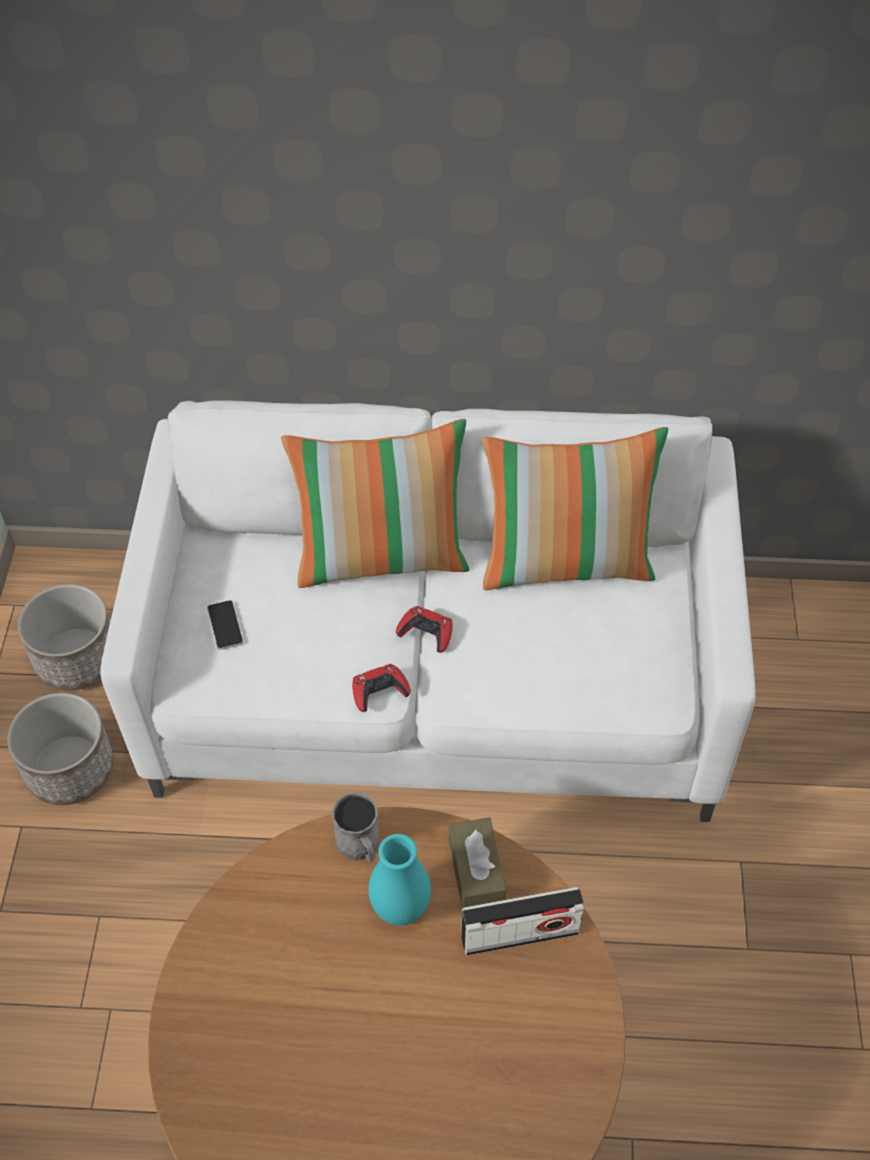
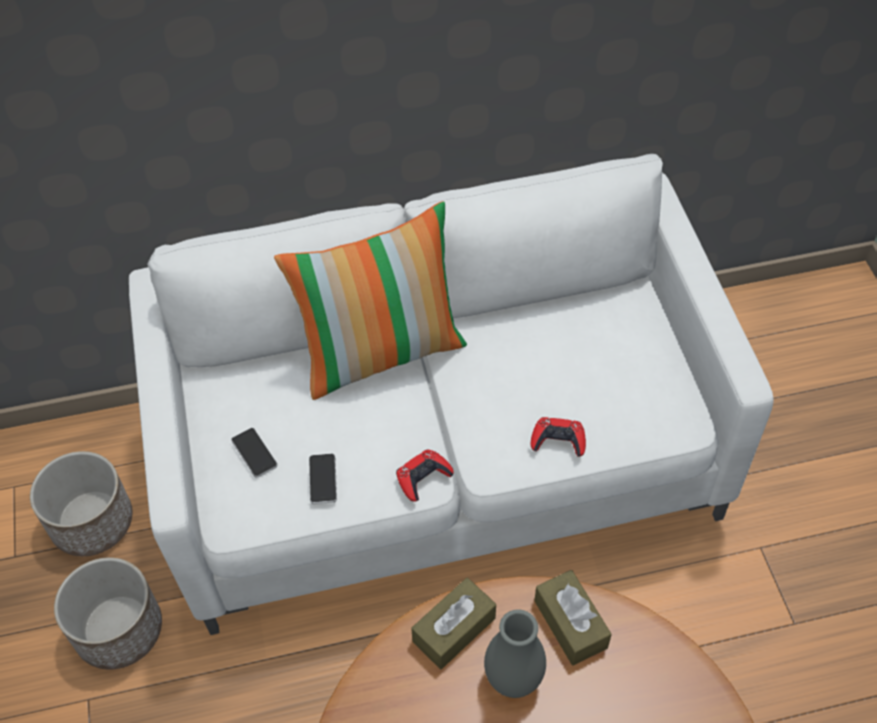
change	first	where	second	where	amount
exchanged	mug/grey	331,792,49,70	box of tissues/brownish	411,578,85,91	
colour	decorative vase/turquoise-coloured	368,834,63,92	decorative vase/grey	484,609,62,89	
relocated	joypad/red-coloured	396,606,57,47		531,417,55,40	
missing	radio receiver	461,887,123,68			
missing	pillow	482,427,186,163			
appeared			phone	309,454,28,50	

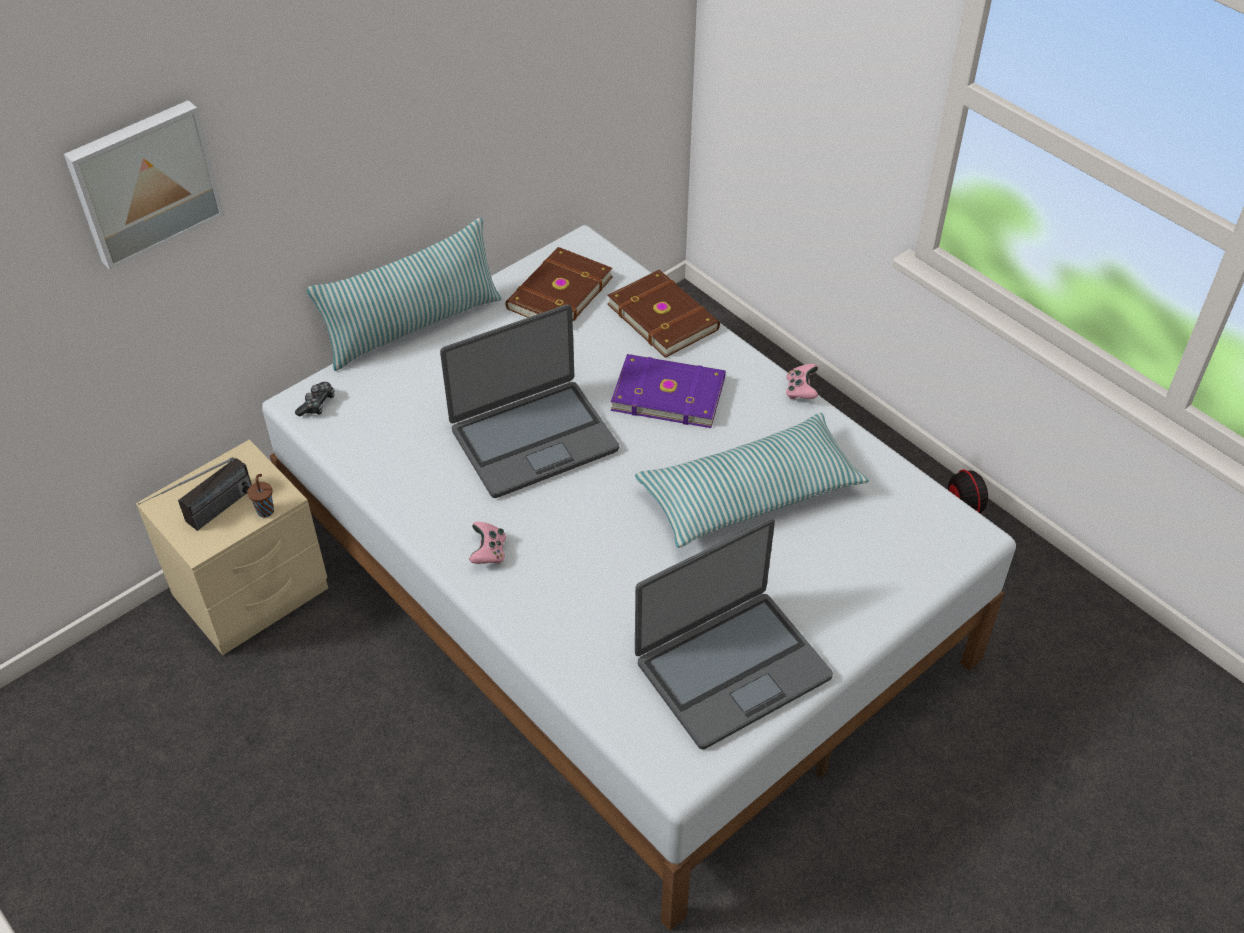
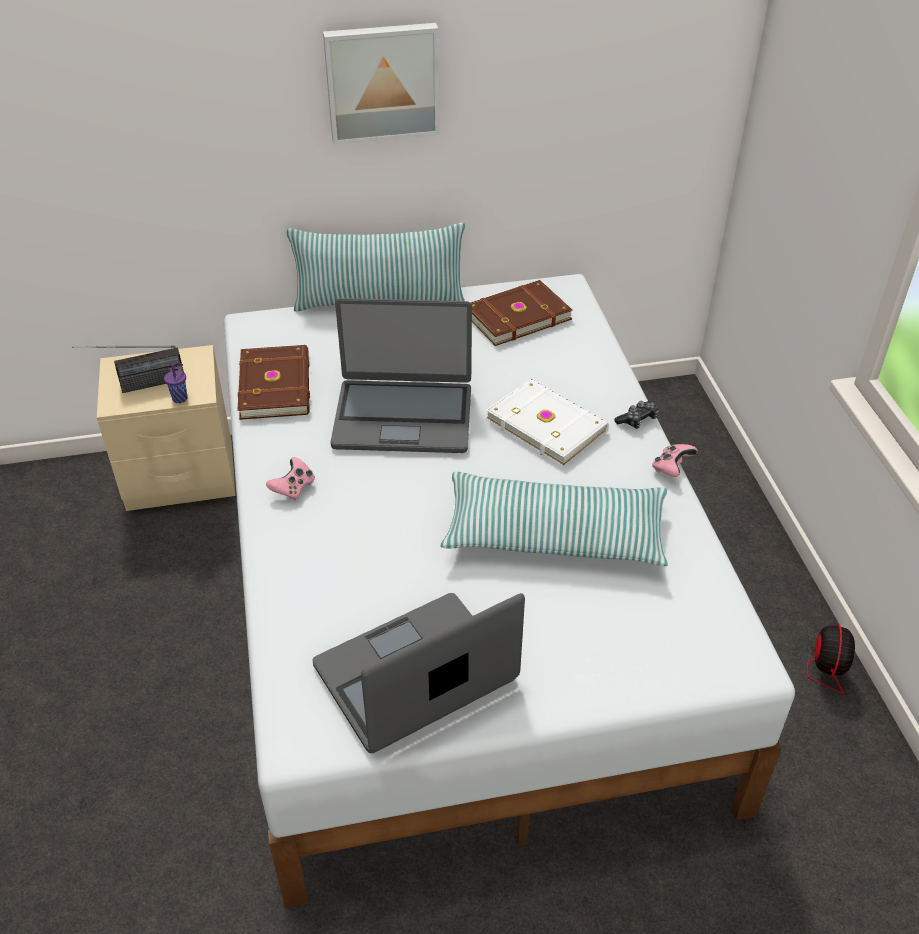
change	first	where	second	where	amount
relocated	picture	64,100,161,170		323,23,117,122	
colour	small cup/brownish	247,474,27,44	small cup/purple	164,362,23,41	
relocated	joypad	295,382,40,34		615,401,44,28	
relocated	volume/brownish	607,270,113,88		237,345,73,75	
colour	volume/purple	611,354,114,74	volume/white-coloured	485,379,124,88	
spun	laptop	635,518,198,232		312,593,213,160	150 degrees clockwise

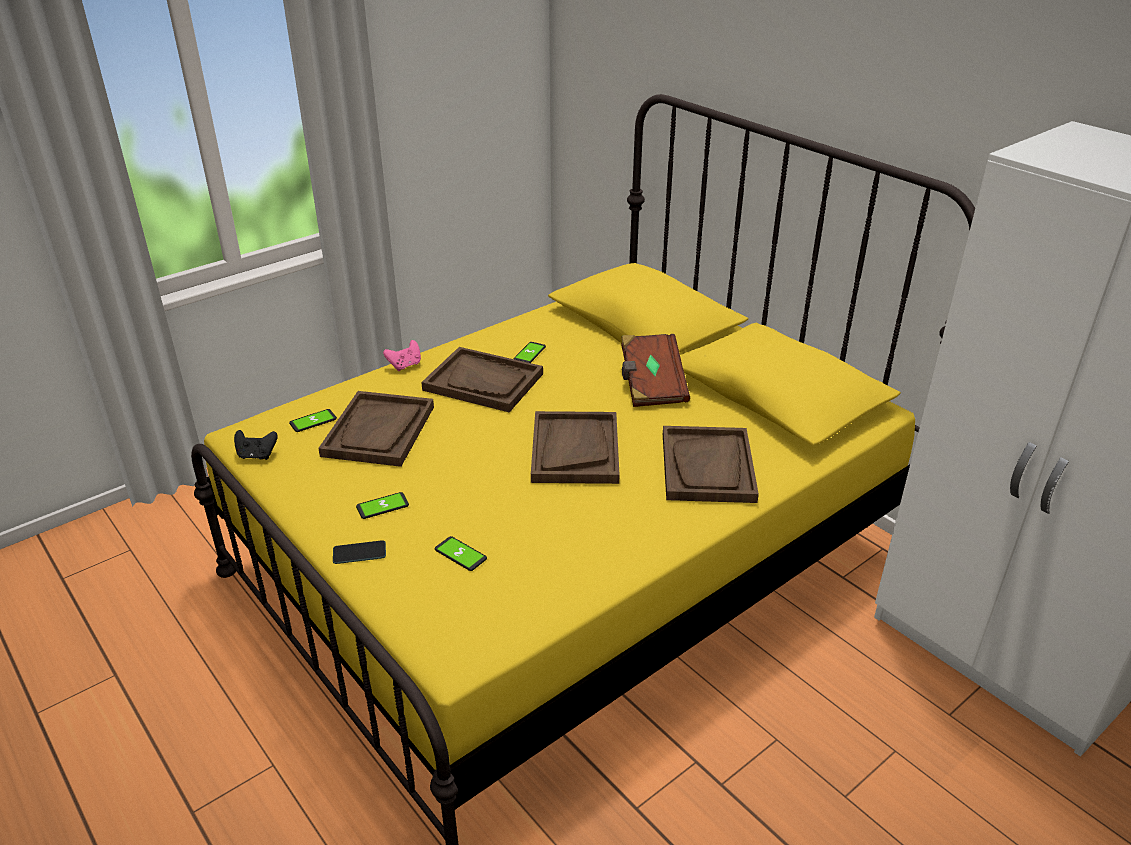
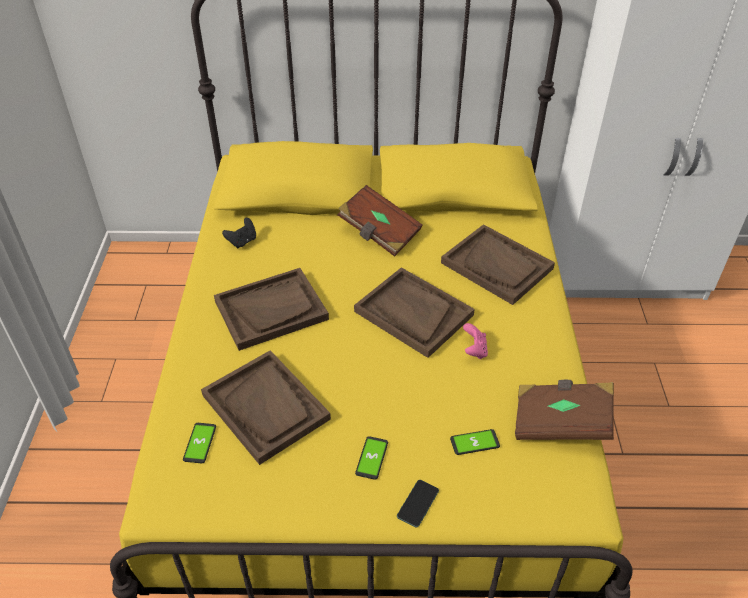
change	first	where	second	where	amount
relocated	joypad/blackish	234,430,44,30		222,218,34,30	
relocated	joypad/pinkish	383,340,38,31		463,323,25,36	
missing	phone	514,342,32,21			
appeared			volume/brownish	515,379,99,61	

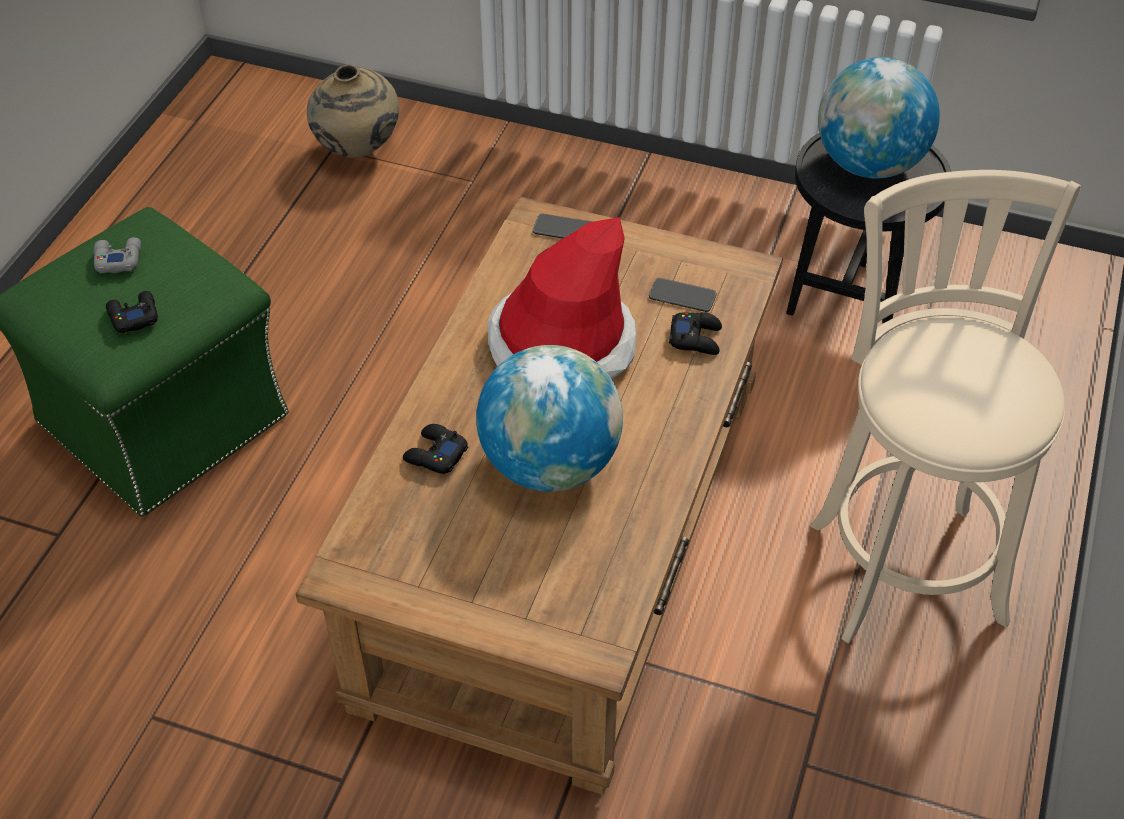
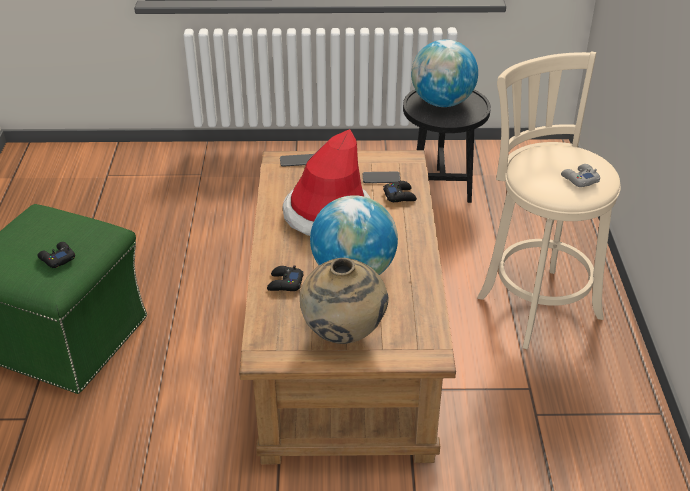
change	first	where	second	where	amount
relocated	joypad/grey	93,237,48,36		561,164,39,23	
relocated	decorative vase/beige	307,65,92,93		300,258,89,86	

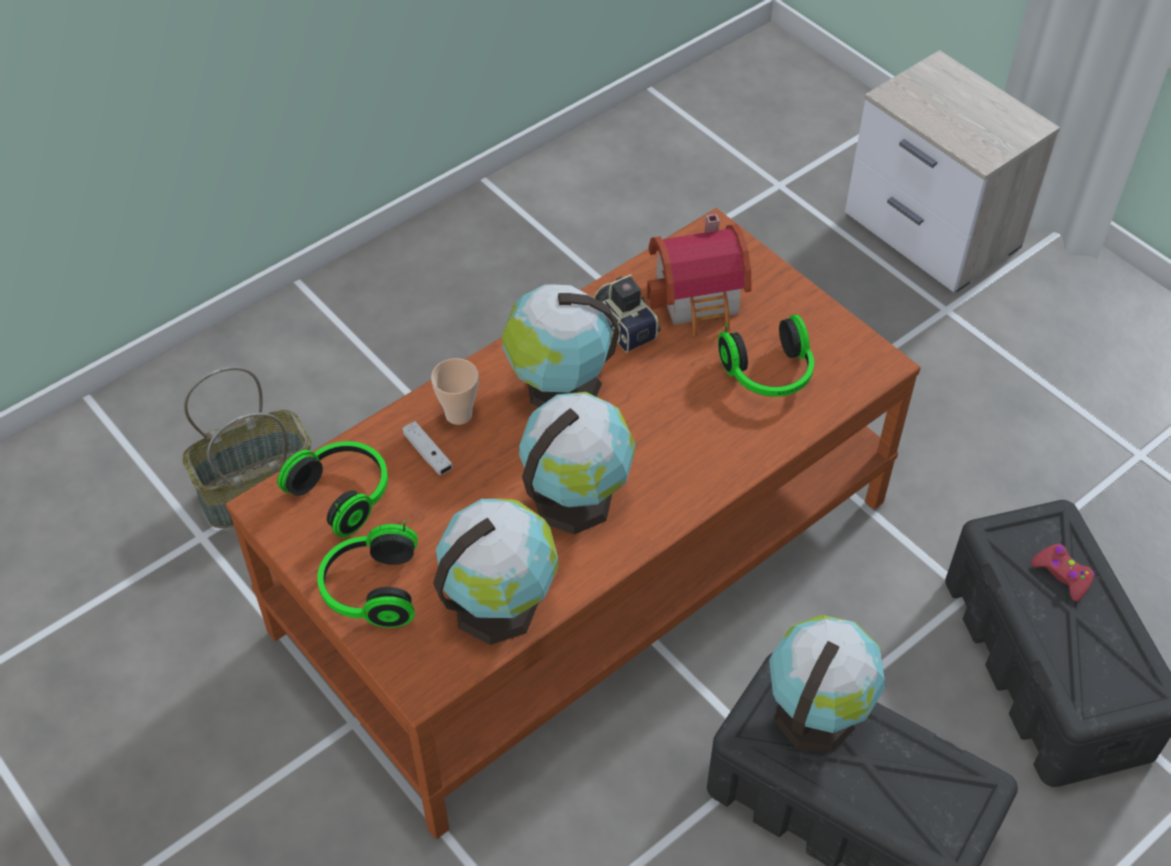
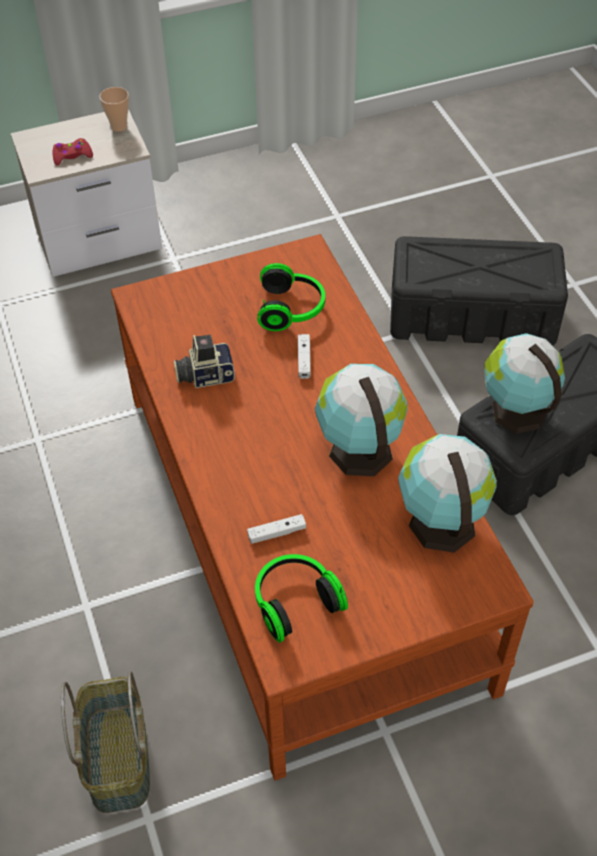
change	first	where	second	where	amount
missing	headphones	317,520,101,108			
relocated	small cup	431,358,48,67		99,87,30,45	
missing	world globe	502,284,118,124			
missing	model house	647,214,104,123			
relocated	joypad/red-coloured	1031,544,64,57		52,138,41,27	
appeared			joypad/white-coloured	298,334,13,45	

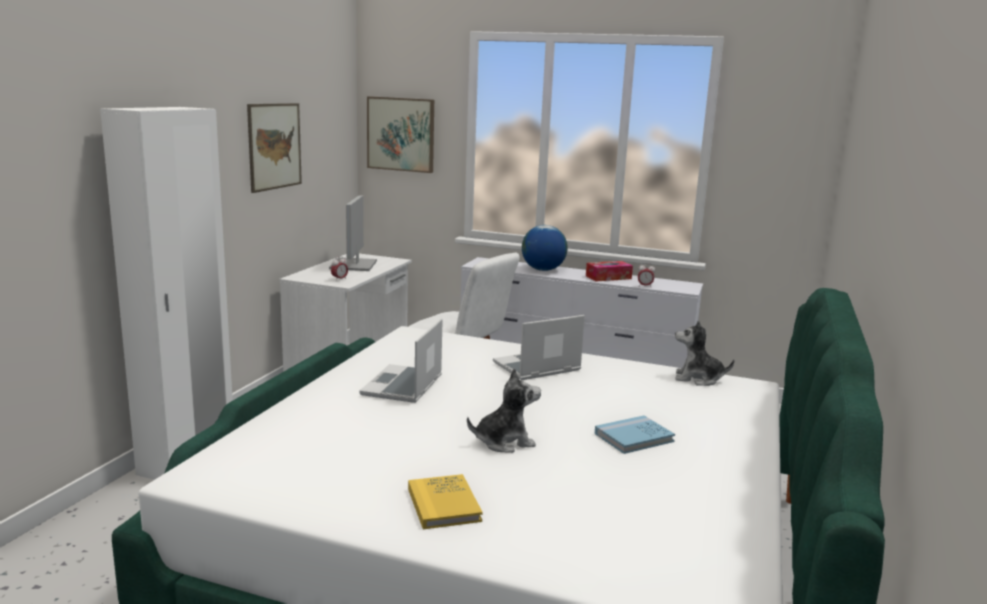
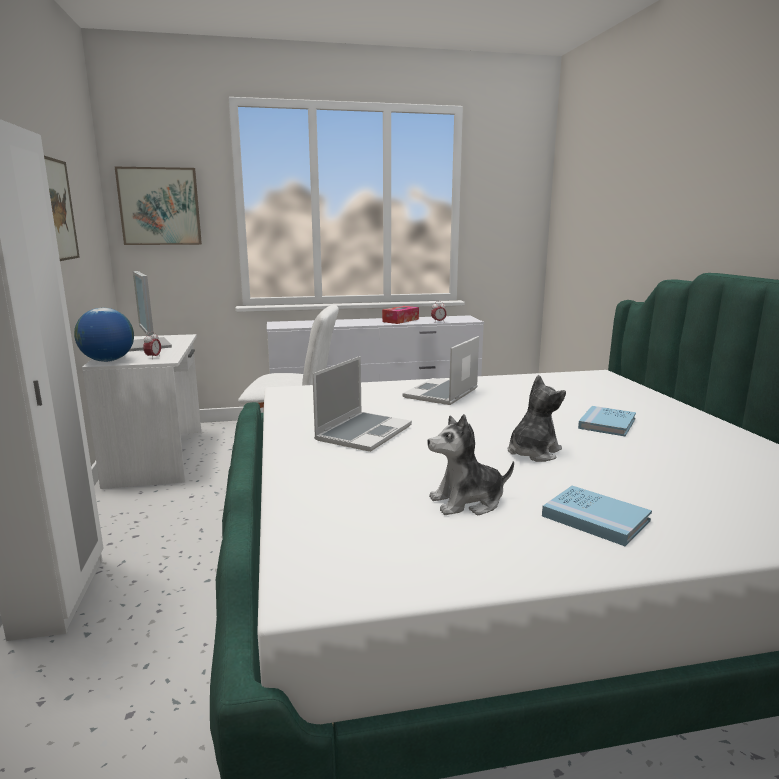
change	first	where	second	where	amount
spun	laptop	359,319,84,84		312,356,100,96	135 degrees counterclockwise
colour	volume/yellow-coloured	408,474,75,55	volume/blue-coloured	542,486,110,60	
relocated	world globe	522,225,46,46		74,308,60,54	
relocated	soft toy	675,320,60,66		427,414,87,101	

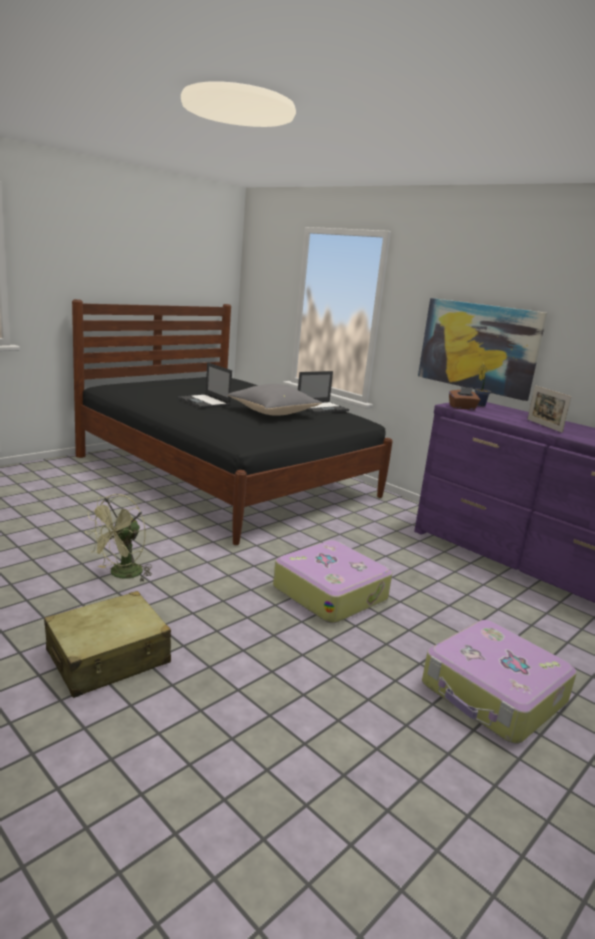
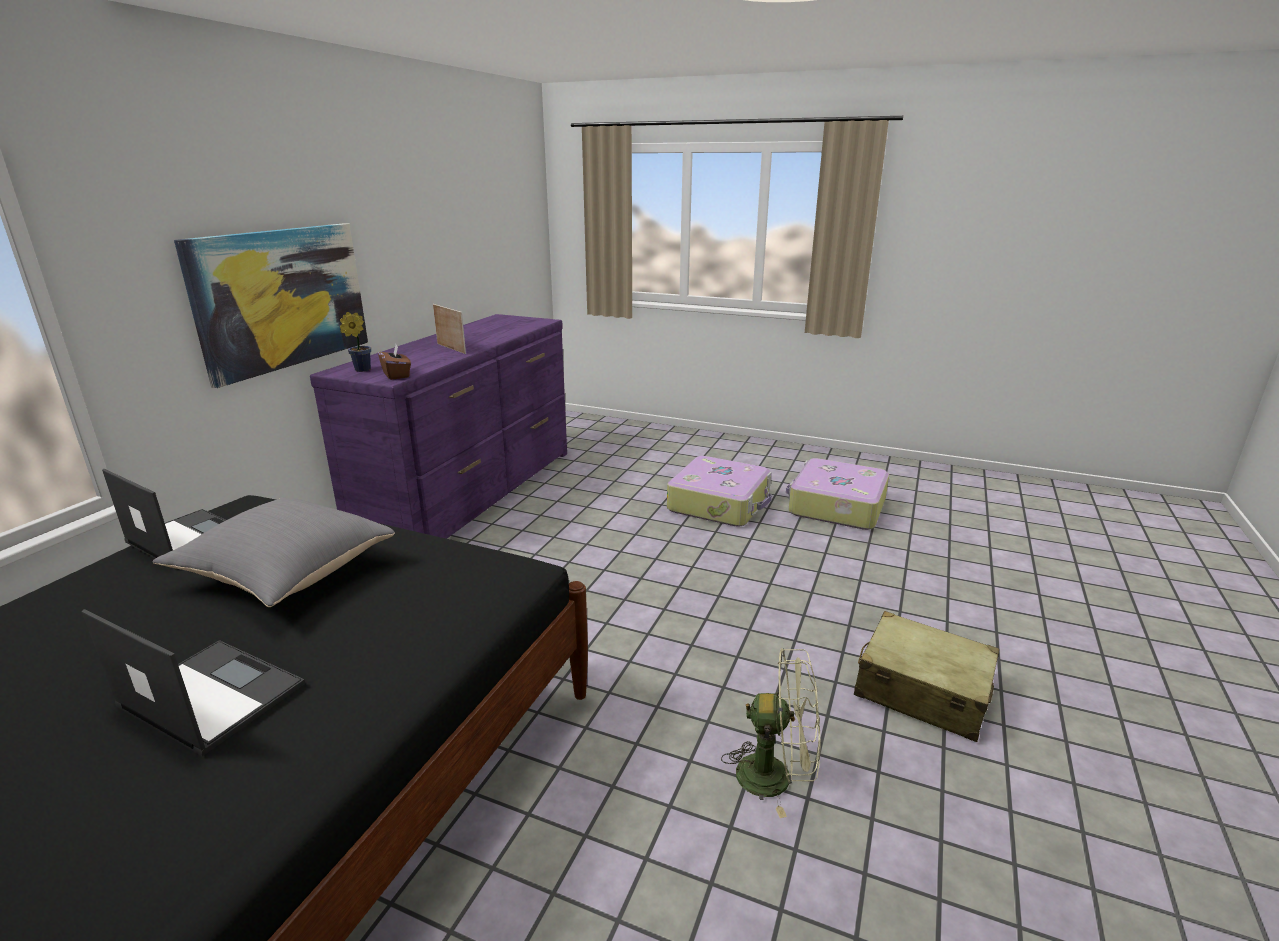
change	first	where	second	where	amount
spun	laptop	178,362,54,46		82,609,223,147	90 degrees counterclockwise
relocated	piece of luggage	273,540,119,83		786,458,103,72	
spun	standing frame	527,385,44,48		433,304,33,50	90 degrees counterclockwise

